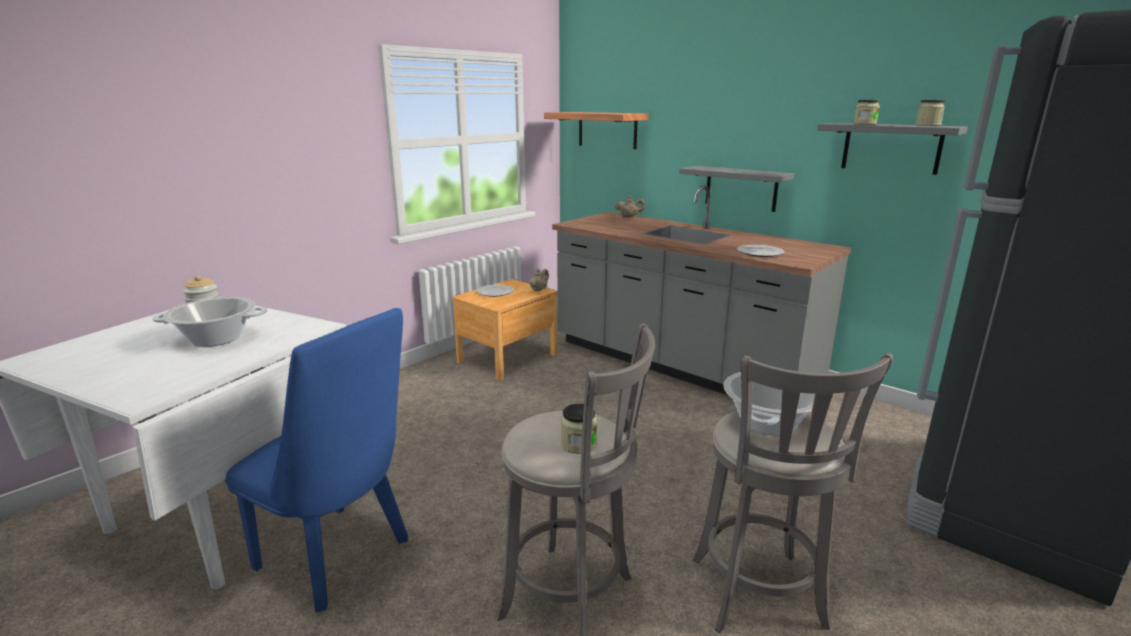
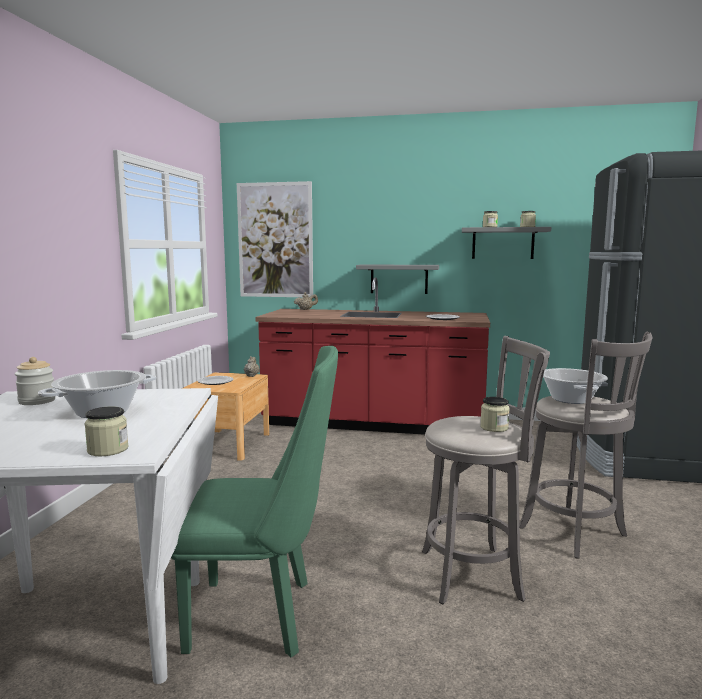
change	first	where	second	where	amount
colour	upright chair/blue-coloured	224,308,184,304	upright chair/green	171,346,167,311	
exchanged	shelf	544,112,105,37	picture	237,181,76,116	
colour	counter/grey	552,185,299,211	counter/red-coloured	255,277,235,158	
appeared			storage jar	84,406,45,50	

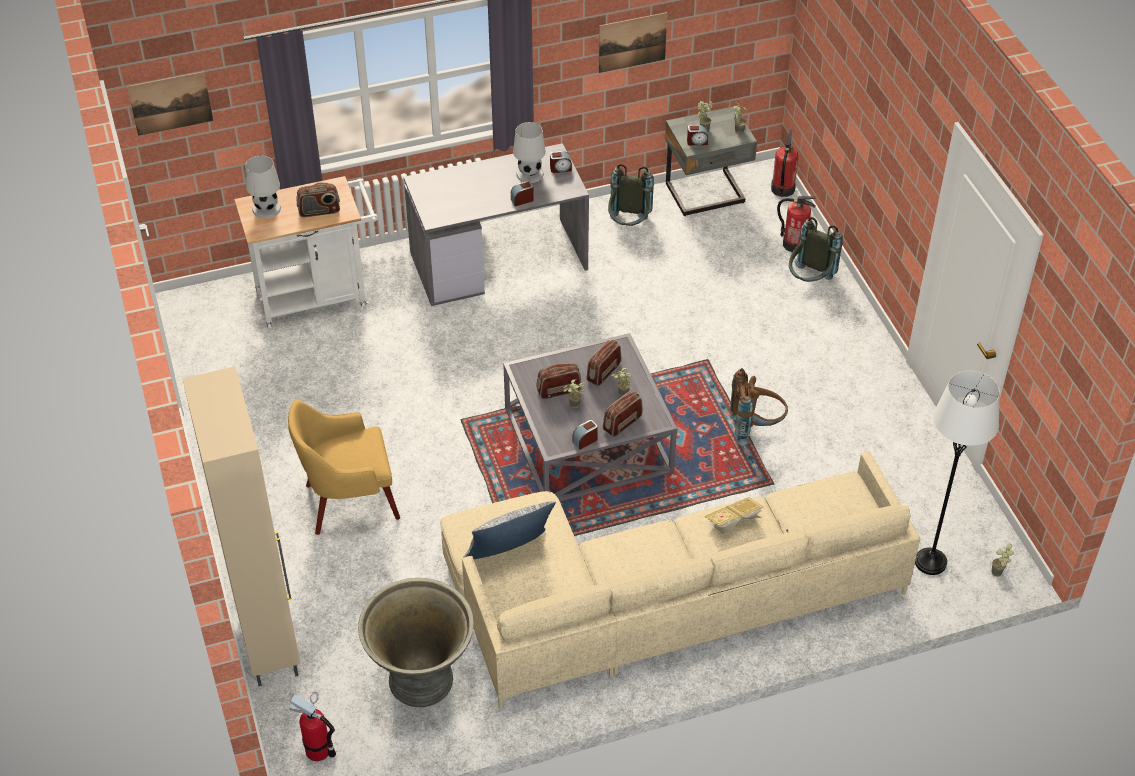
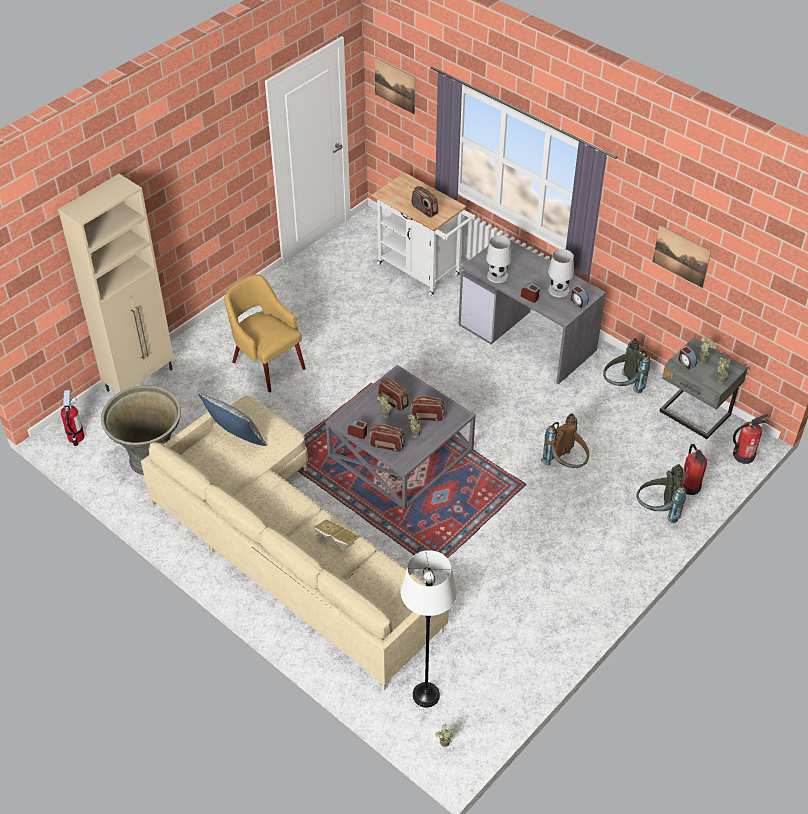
change	first	where	second	where	amount
relocated	table lamp/white-coloured	245,155,36,63		486,235,26,48	
relocated	rucksack/brownish	730,368,58,77		541,413,48,55	

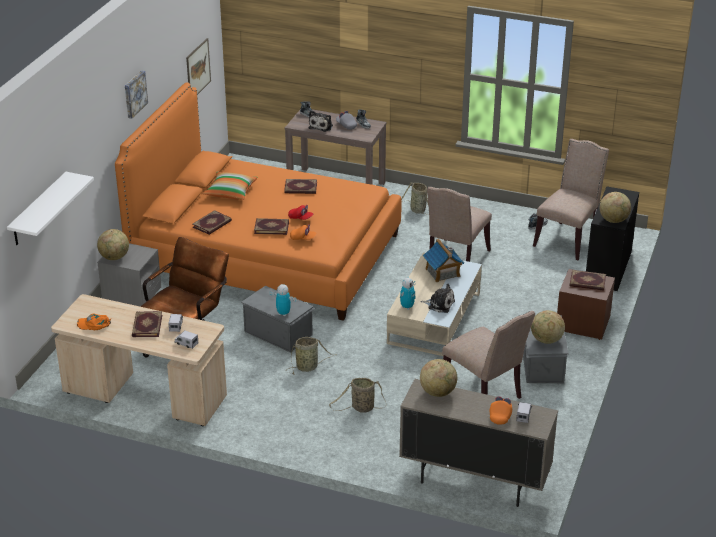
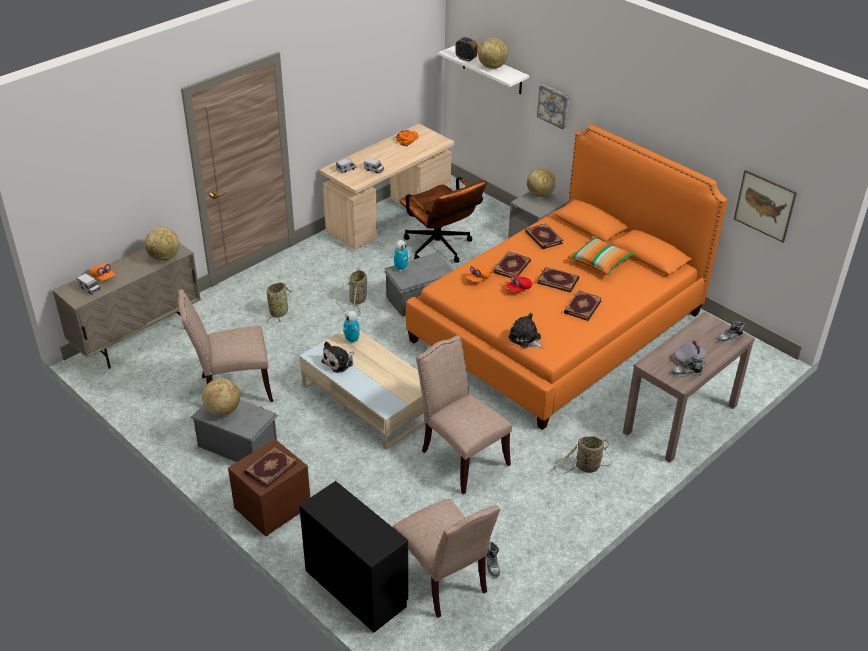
change	first	where	second	where	amount
relocated	picture	125,70,23,49		537,84,32,45	
relocated	volume	132,311,30,26		537,267,42,26	
relocated	soft toy	309,110,24,22		508,313,36,35	
missing	model house	423,239,41,43			
relocated	world globe	600,192,31,31		478,38,30,31	
appeared			bedside clock	455,37,23,25	

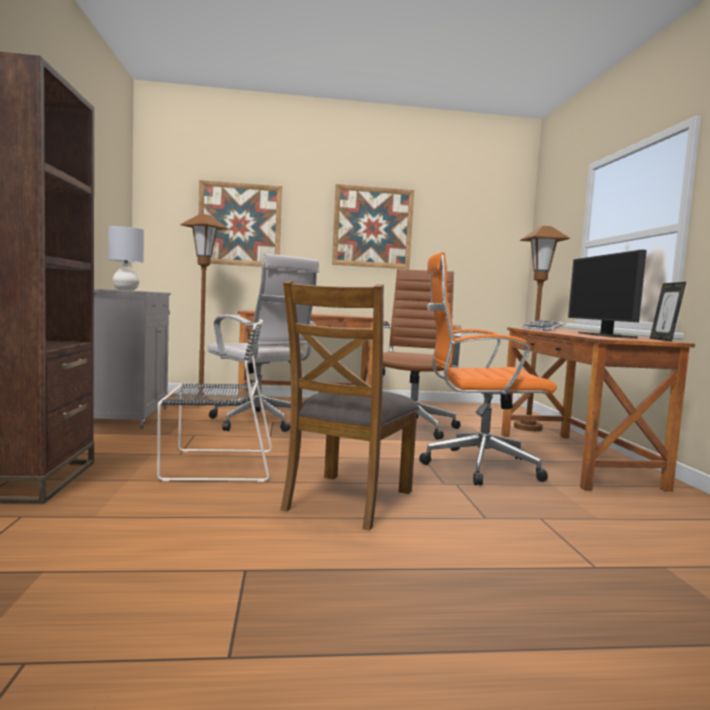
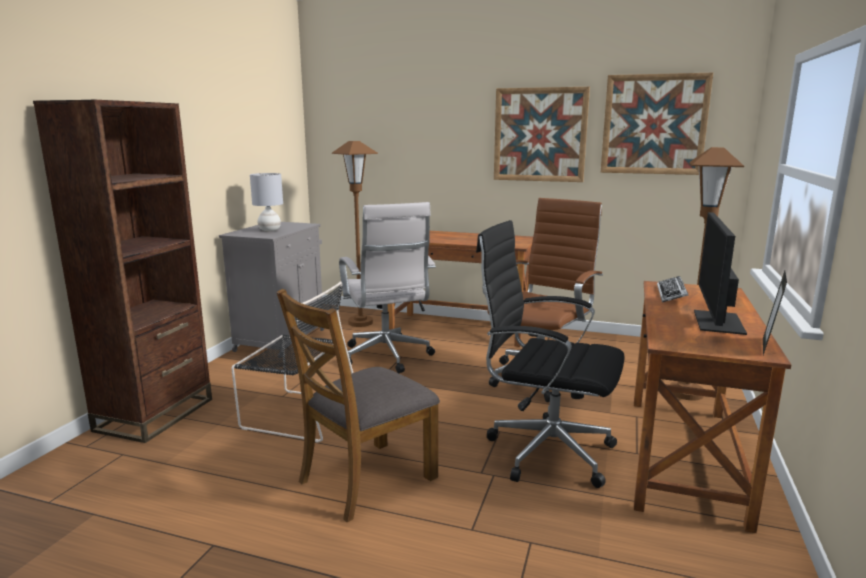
change	first	where	second	where	amount
relocated	picture	197,180,85,87		601,73,112,102	
colour	desk chair/orange-coloured	419,252,138,234	desk chair/blackish	476,220,149,268	

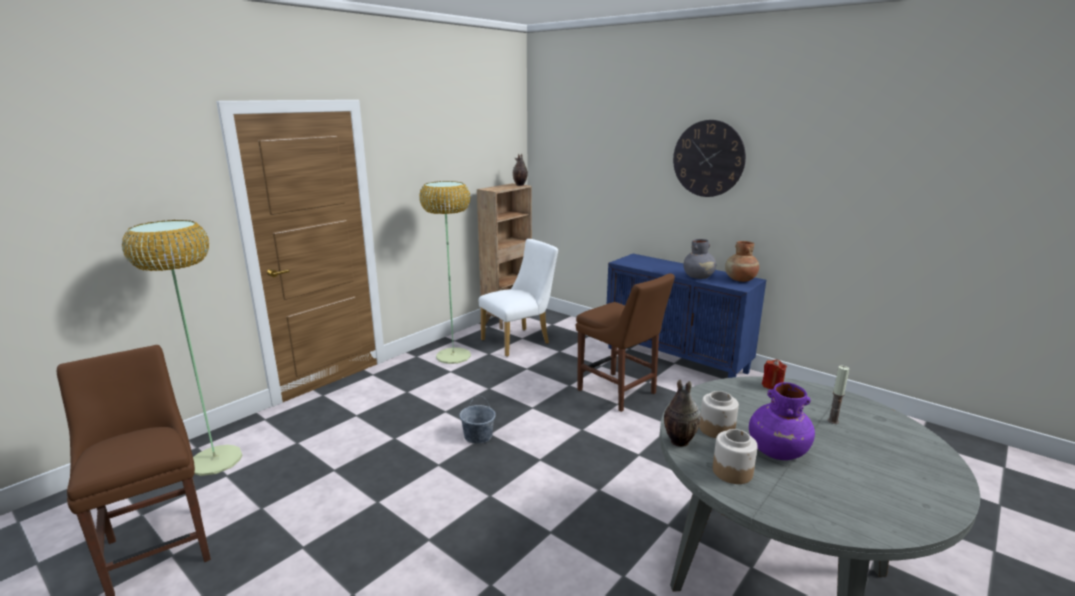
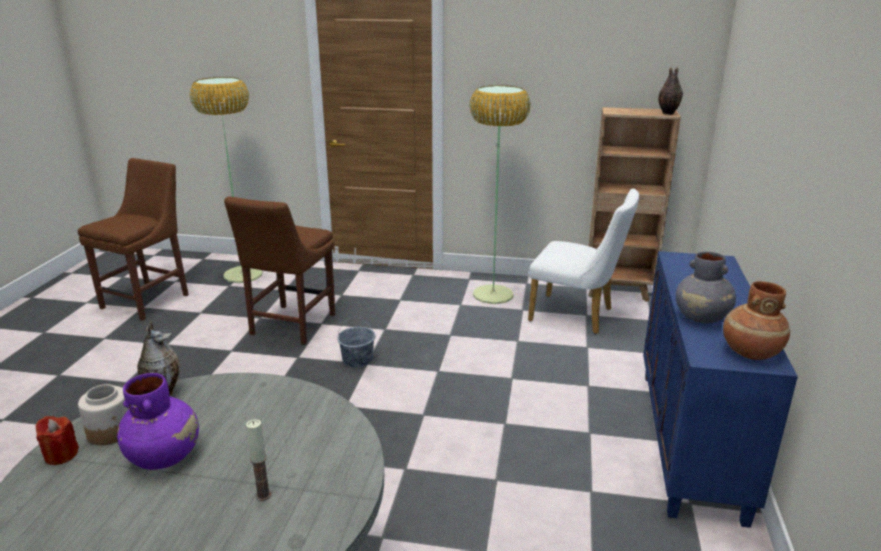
change	first	where	second	where	amount
relocated	upright chair/brownish	576,273,99,139		224,196,111,149	
missing	hanging clock	673,120,73,77			
missing	storage jar	699,391,40,47			
relocated	wax light/red-coloured	762,359,25,30		36,416,43,49	

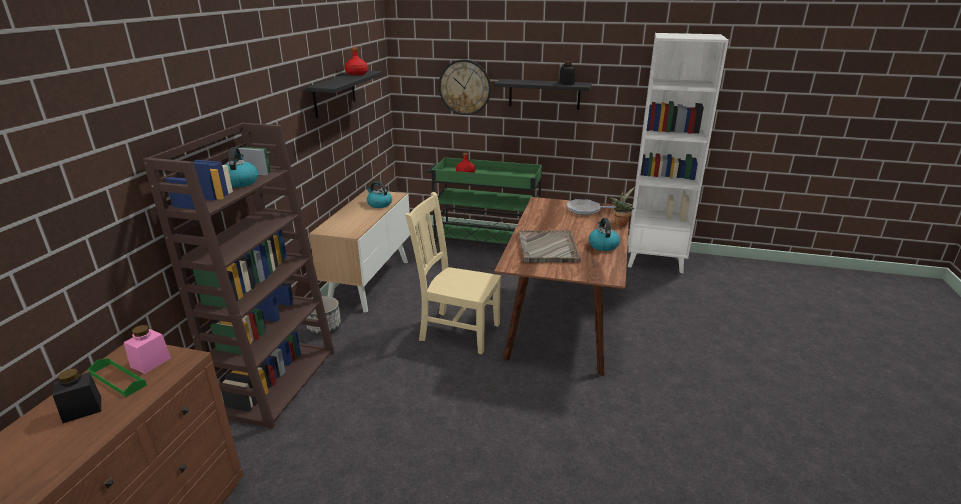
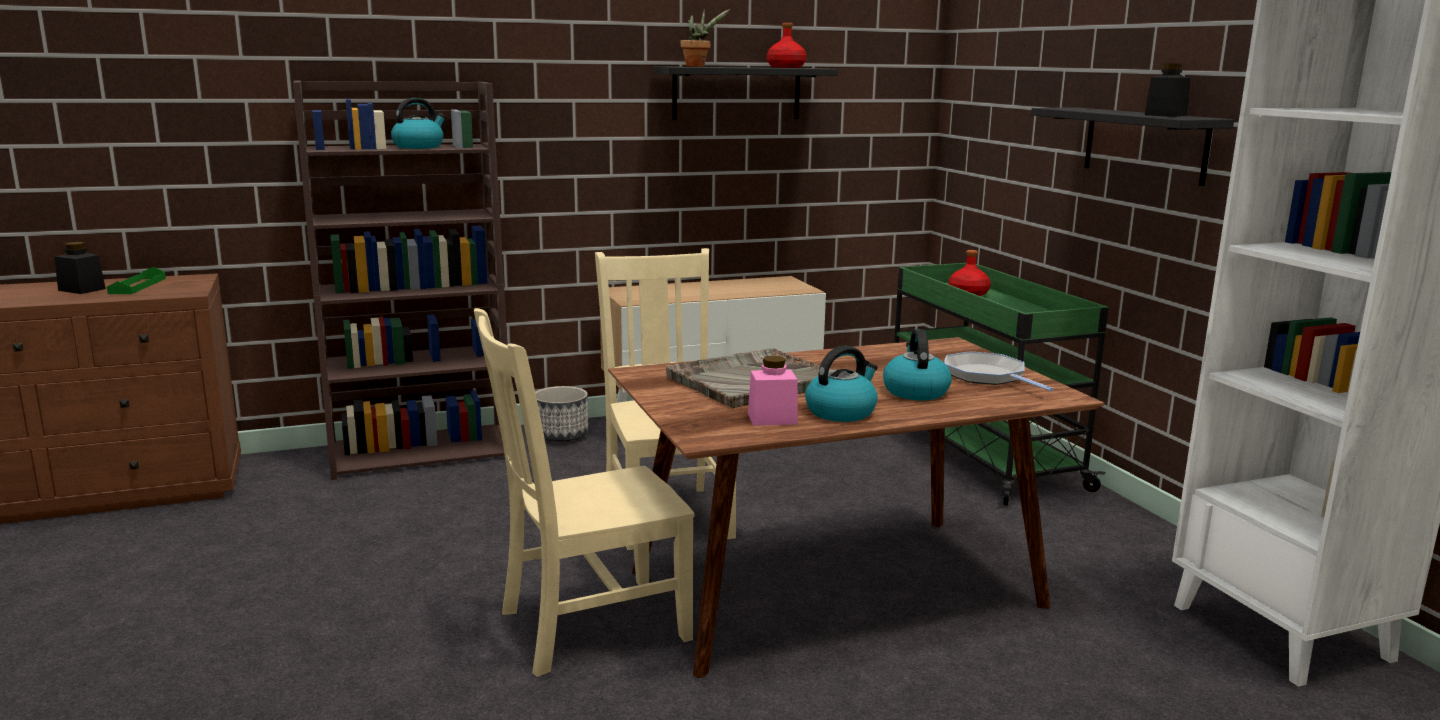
change	first	where	second	where	amount
relocated	storage jar/pinkish	124,325,47,49		748,355,50,71	
relocated	water kettle	366,181,26,27		883,329,69,71	
missing	hanging clock	439,60,52,55			
relocated	potted plant	610,187,25,39		681,9,49,58	
appeared			upright chair/beige	474,308,221,369	

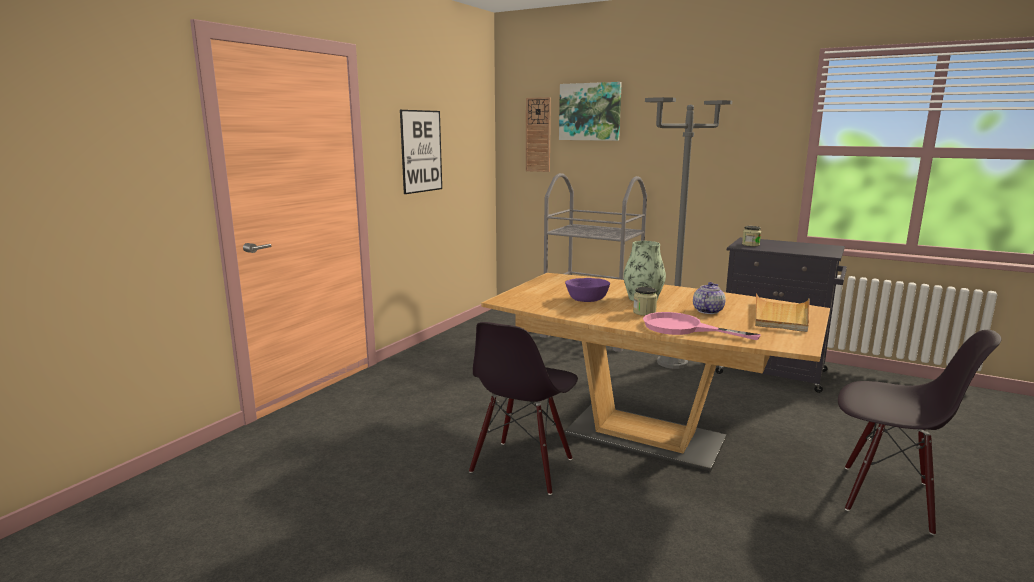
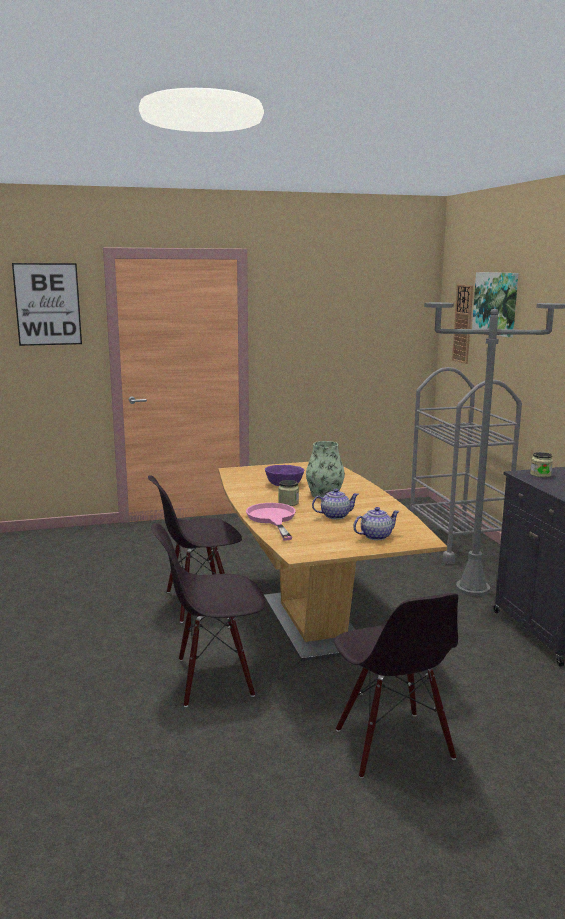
change	first	where	second	where	amount
relocated	picture	400,110,42,84		12,263,70,83	
exchanged	carrying tray/beige	755,293,55,39	pot for tea	353,507,47,33	
appeared			upright chair/blackish	151,523,115,184	

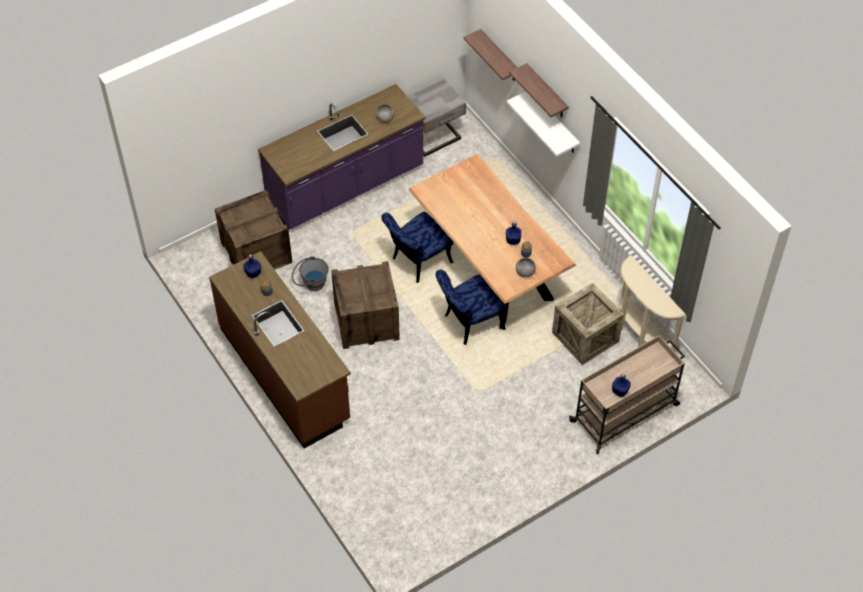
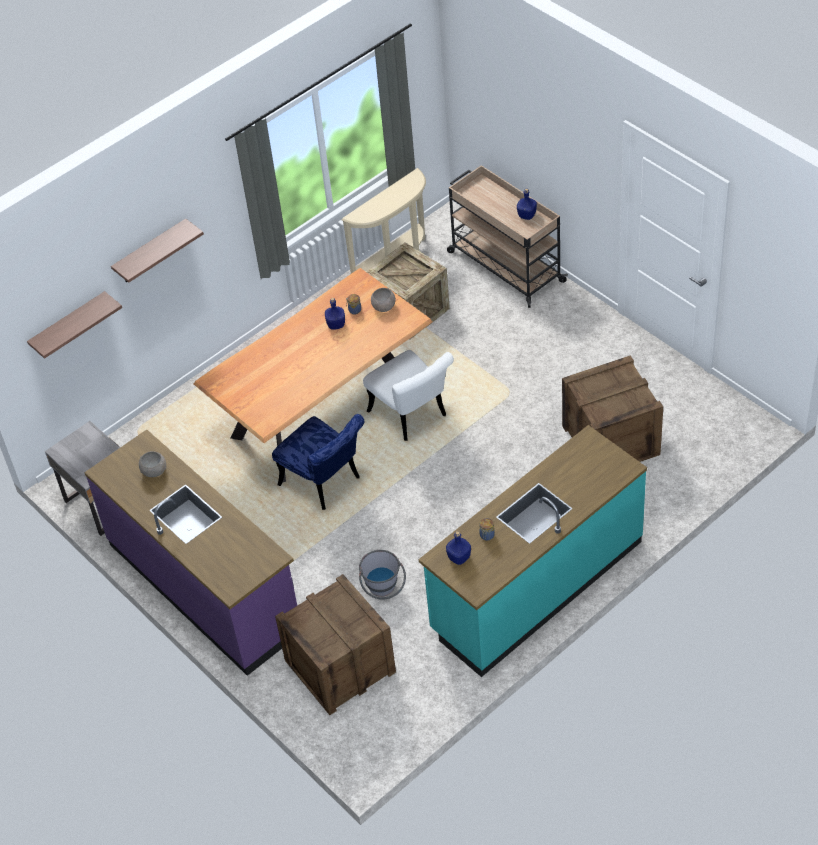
change	first	where	second	where	amount
colour	counter/brownish	209,251,142,198	counter/turquoise-coloured	418,425,229,252	
relocated	shipping crate	331,261,69,88		562,356,101,106	
colour	upright chair/blue-coloured	436,270,71,75	upright chair/white-coloured	363,350,91,91	
missing	shelf/white-coloured	507,91,73,66			

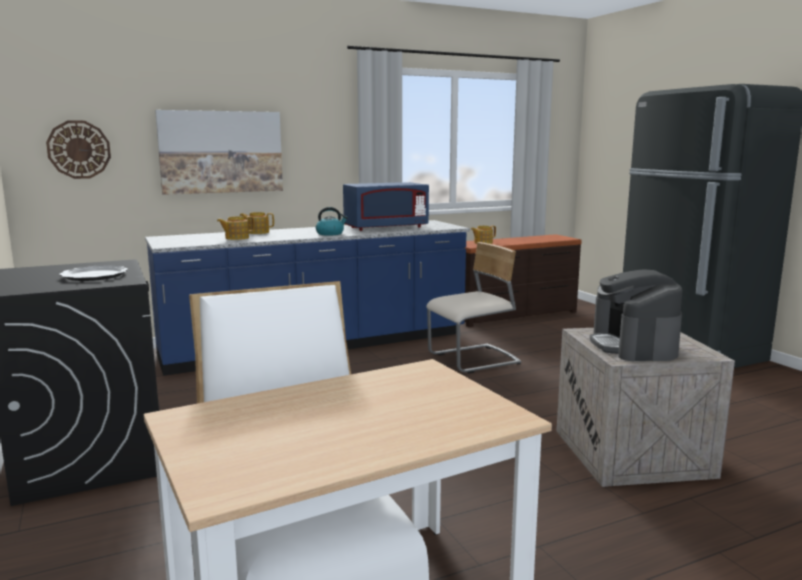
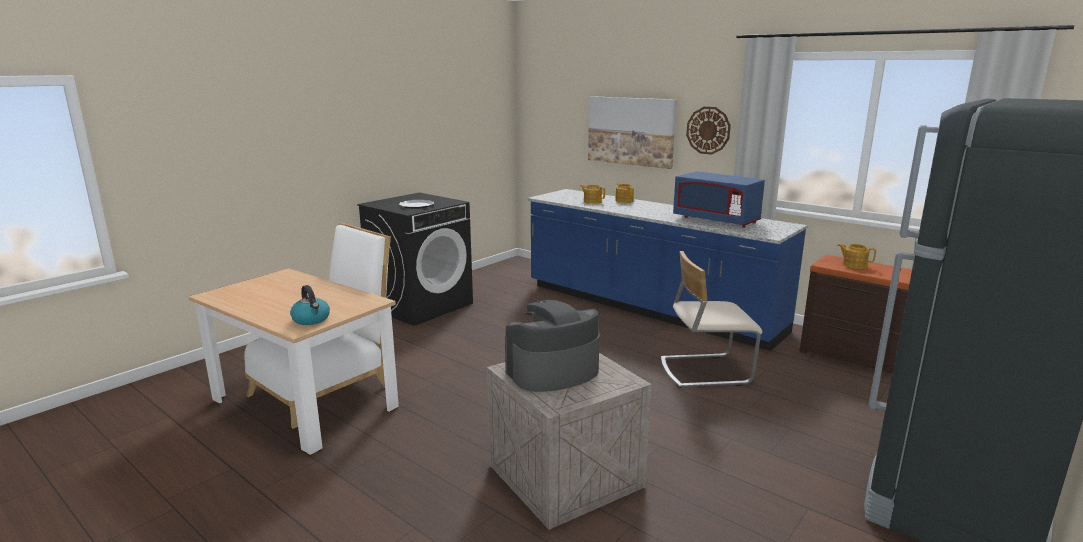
change	first	where	second	where	amount
relocated	hanging clock	46,120,65,59		686,107,45,48	
relocated	water kettle	316,207,32,29		290,285,40,40	
spun	upright chair/beige	426,242,95,131		661,251,101,137	135 degrees clockwise

